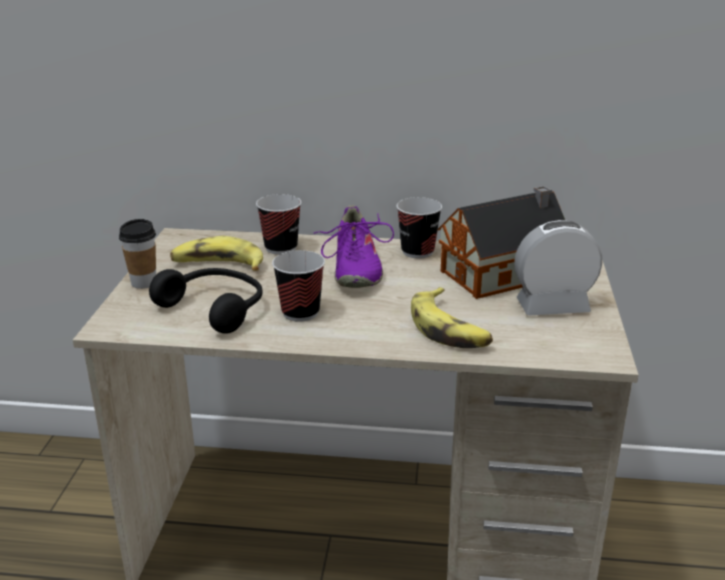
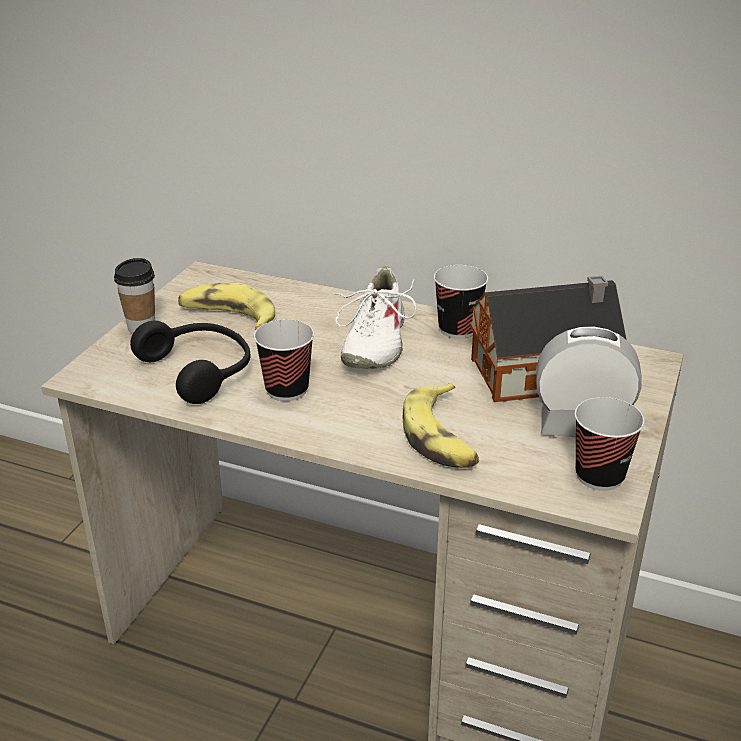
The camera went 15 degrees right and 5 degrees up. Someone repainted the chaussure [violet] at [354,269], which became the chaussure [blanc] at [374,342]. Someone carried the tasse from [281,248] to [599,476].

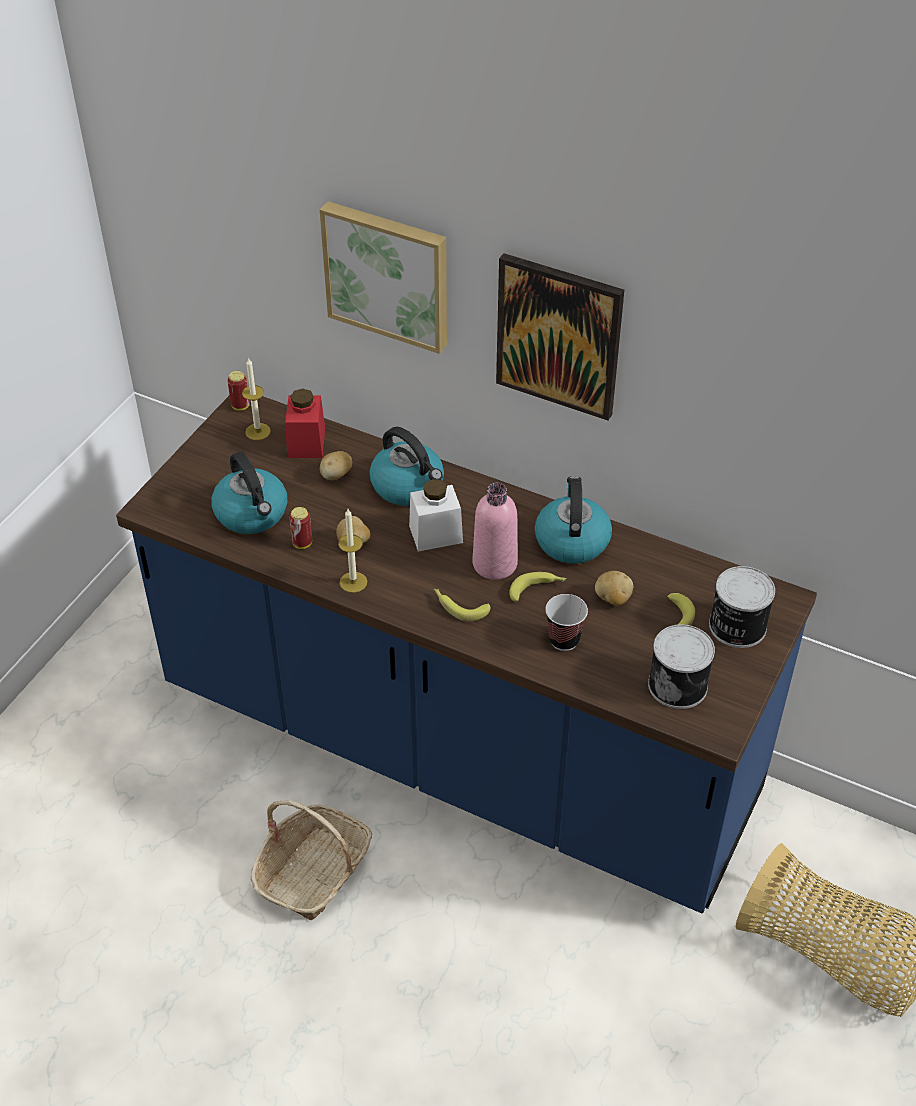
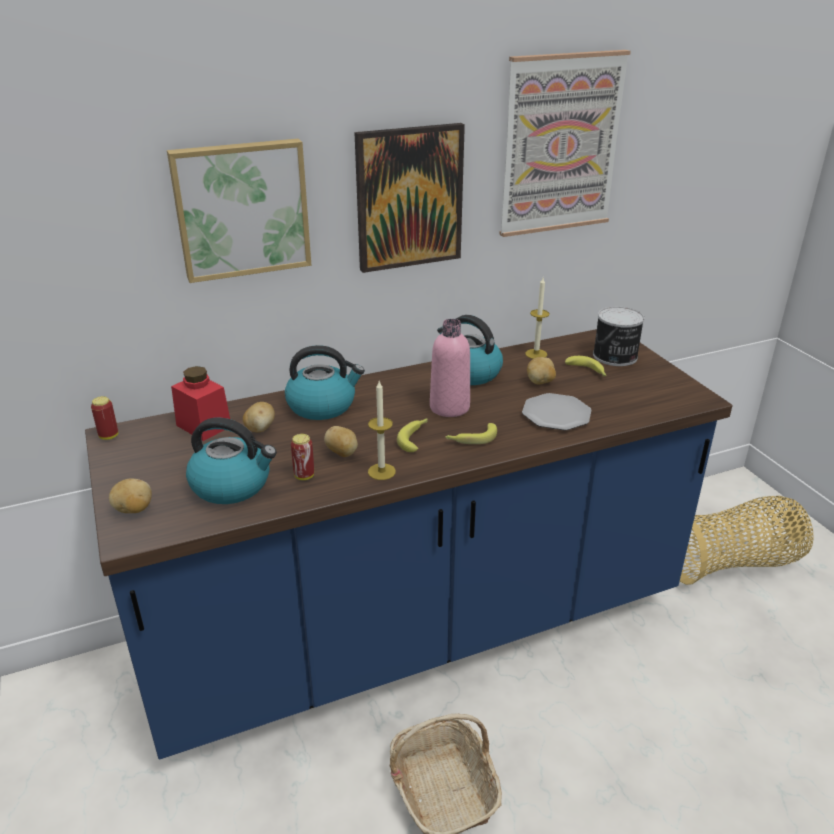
The camera went 50 degrees left and 15 degrees down. Someone put down the pomme de terre at [133,510]. Someone carried the banane from [537,589] to [415,438]. Someone put up the tableau at [560,144]. Someone swapped the tasse at [564,640] for the assiette at [556,414]. Someone carried the bougie from [258,431] to [536,354]. Someone took away the bocal [blanc] at [436,534]. Someone took away the boîte métallique at [679,684].

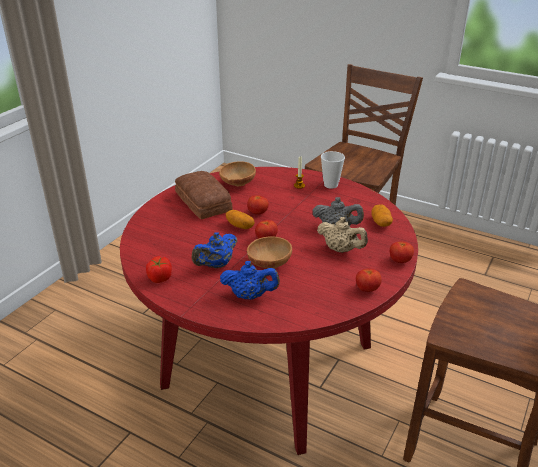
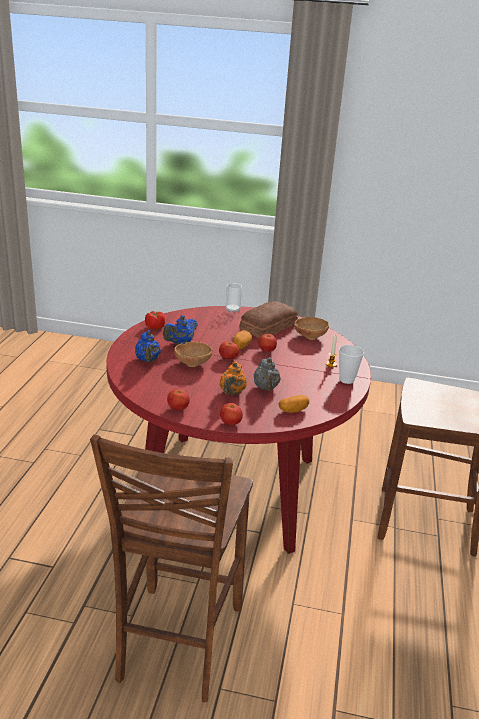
The camera went 70 degrees right and 5 degrees down. Someone rotated the théière [bleu] at [216,265] by 75 degrees counterclockwise. Someone repainted the théière [beige] at [341,250], which became the théière [orange] at [232,393]. Someone put down the tasse at [232,310].

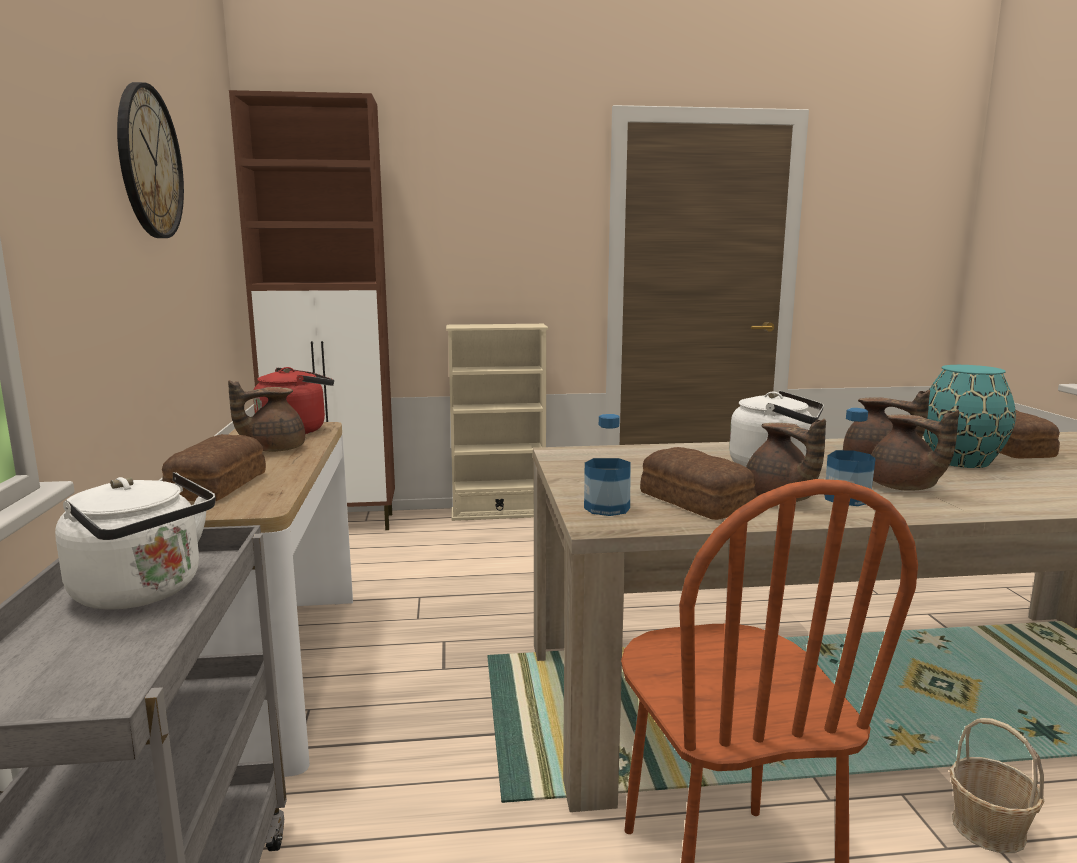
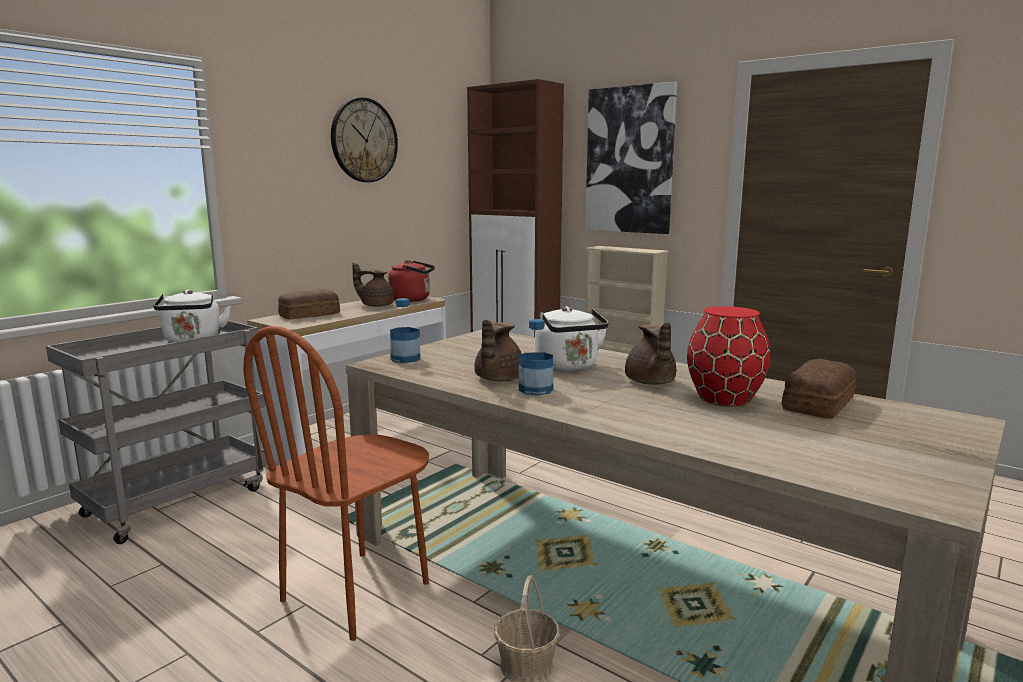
The camera went 45 degrees right and 0 degrees up. Someone put up the tableau at [630,160]. Someone repainted the vase [turquoise] at [959,460], which became the vase [rouge] at [725,398]. Someone took away the pain at [695,502]. Someone took away the théière [marron] at [903,488].

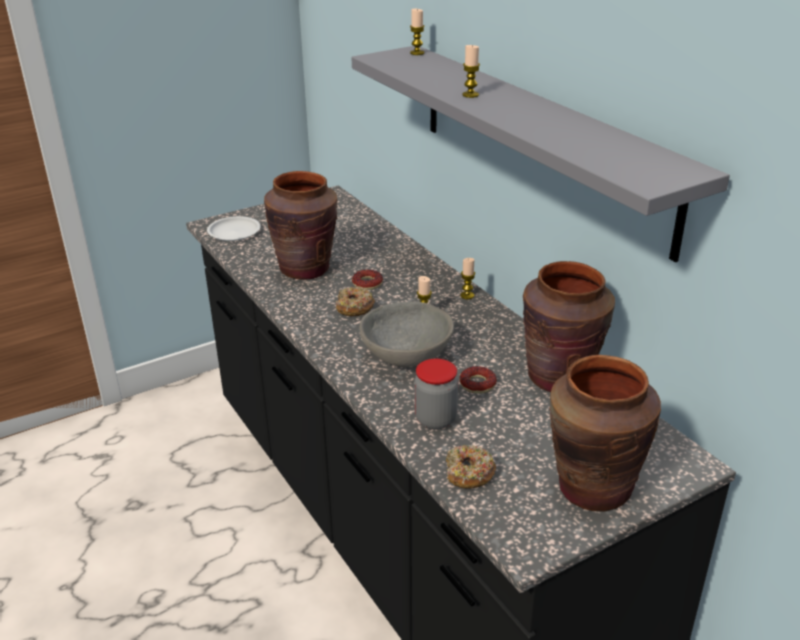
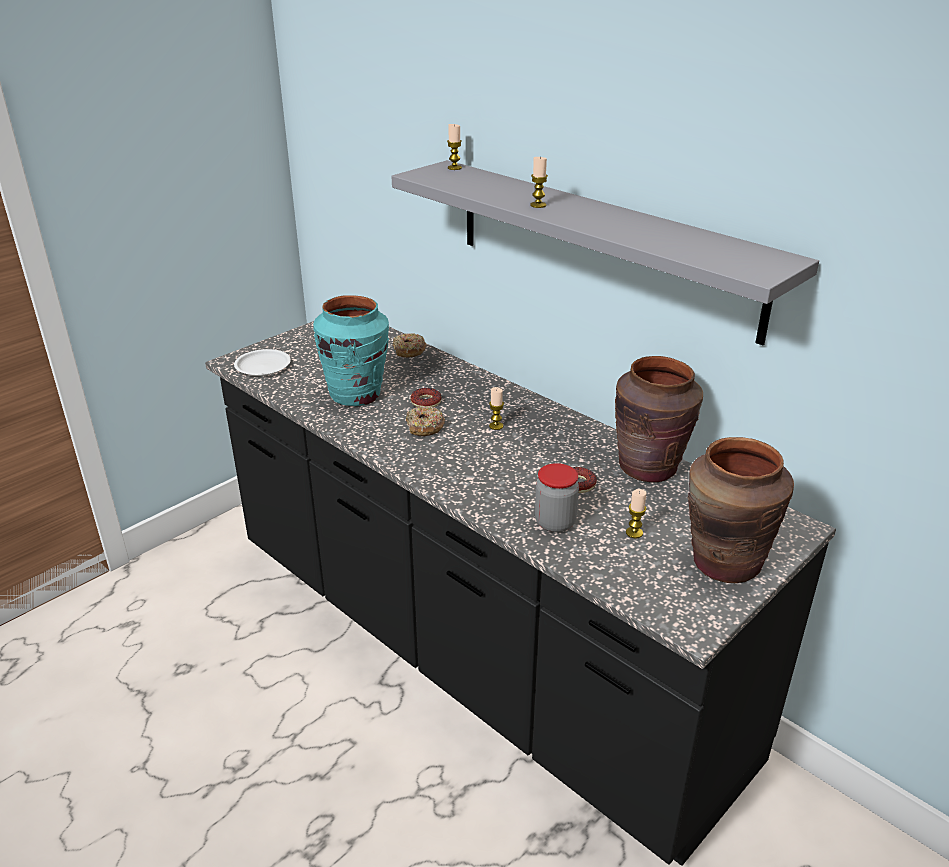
The camera went 15 degrees left and 0 degrees up. Someone repainted the vase [marron] at [305,269], which became the vase [turquoise] at [356,395]. Someone carried the beignet from [468,474] to [409,351]. Someone carried the bougie from [467,295] to [634,533]. Someone took away the bol [gris] at [406,354].

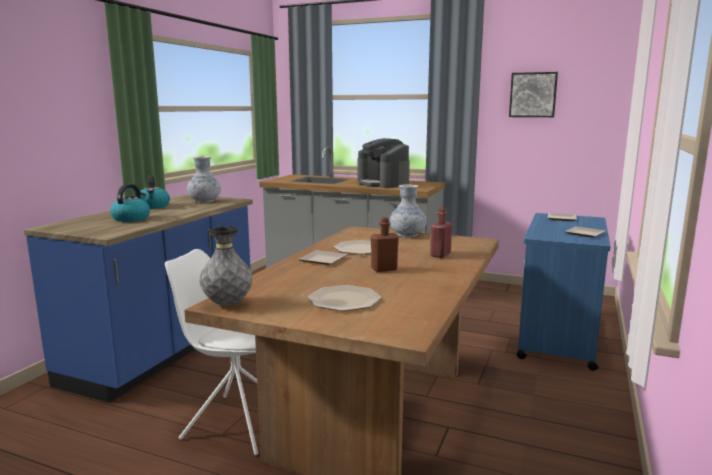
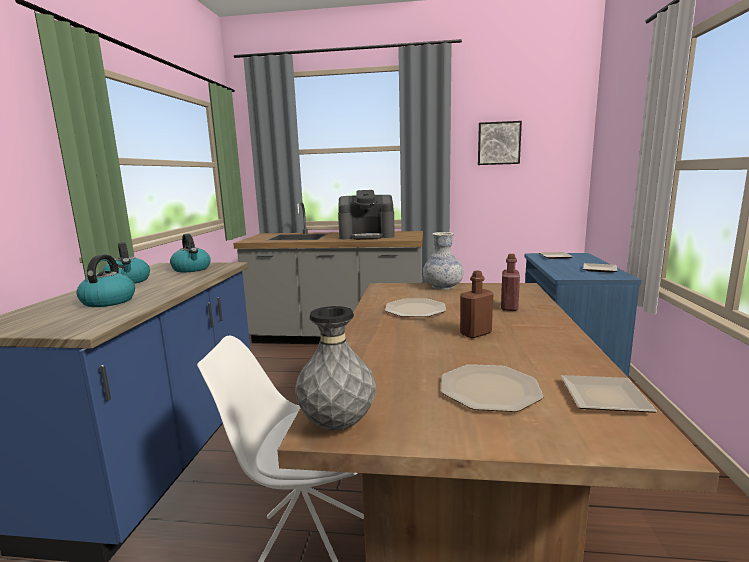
The camera went 15 degrees left and 0 degrees up. Someone swapped the vase at [204,201] for the bouilloire at [192,269]. Someone rotated the machine à café at [383,184] by 45 degrees counterclockwise. Someone carried the assiette from [324,260] to [605,396].

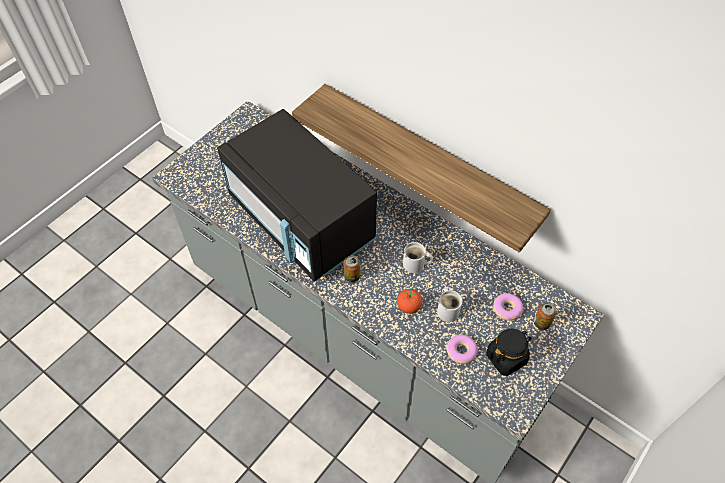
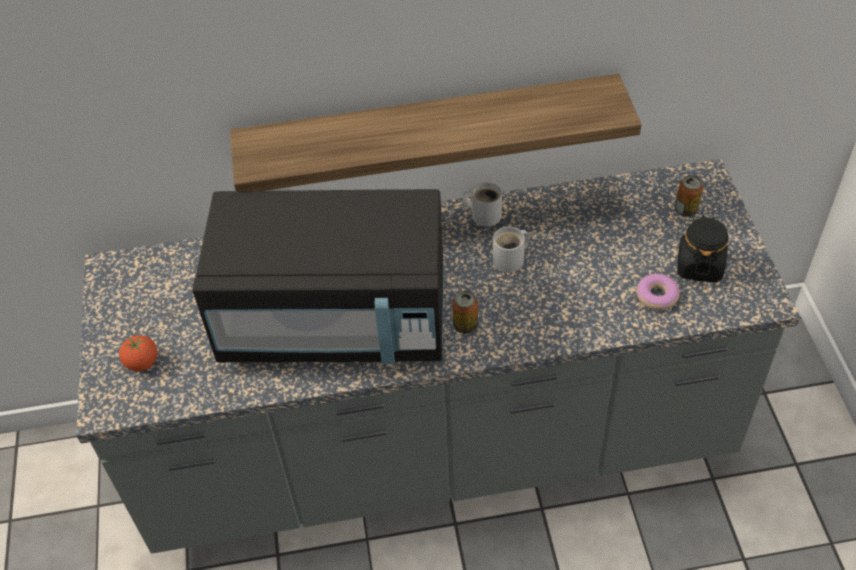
The camera went 45 degrees left and 5 degrees down. Someone carried the tomate from [408,306] to [142,363]. Someone carried the mug [blanc] from [448,310] to [484,214]. Someone took away the beignet at [507,309].

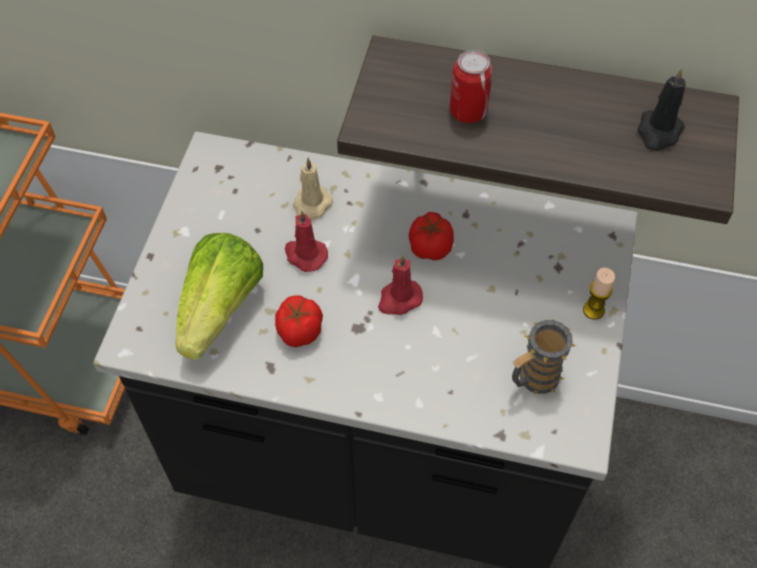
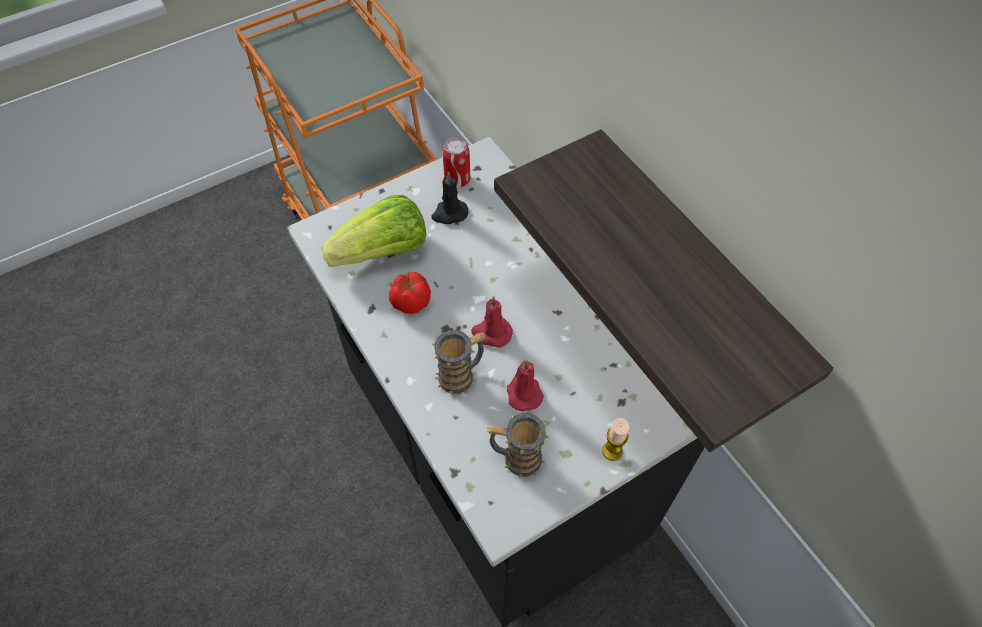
The camera went 45 degrees right and 0 degrees up. Someone carried the bougie [noir] from [658,132] to [449,213]. Someone put down the mug at [461,375]. Someone carried the boîte métallique from [468,111] to [457,179]. Someone carried the bougie [rouge] from [305,255] to [523,392]. Someone took away the bougie [beige] at [311,206]. Someone took away the tomate at [430,246].

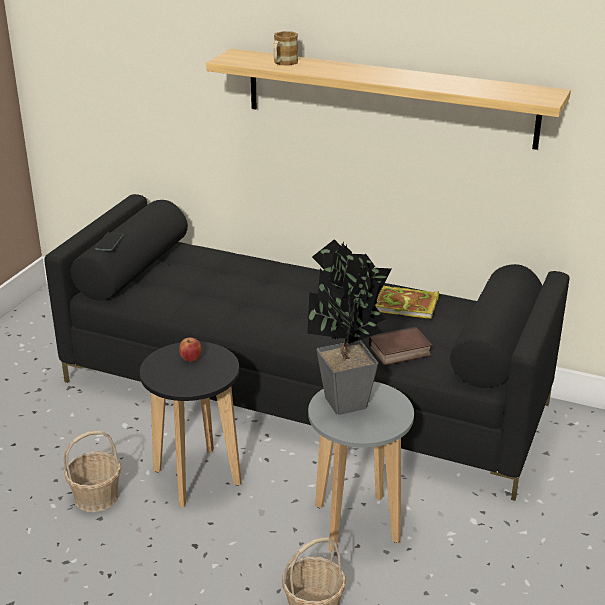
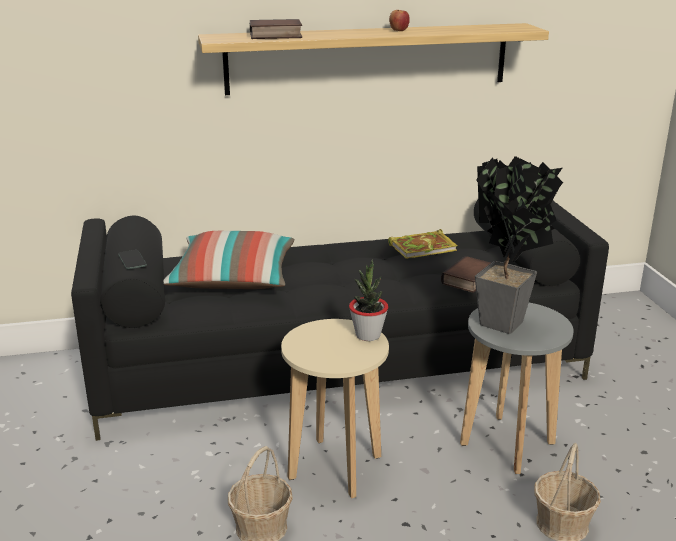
The camera went 35 degrees left and 5 degrees down. Someone put down the coussin at [233,279]. Someone swapped the mug at [283,63] for the livre at [275,35]. Someone repainted the tabouret [noir] at [197,477], which became the tabouret [beige] at [335,467]. Someone put down the plante en pot at [368,335]. Someone carried the pomme from [191,359] to [399,30].

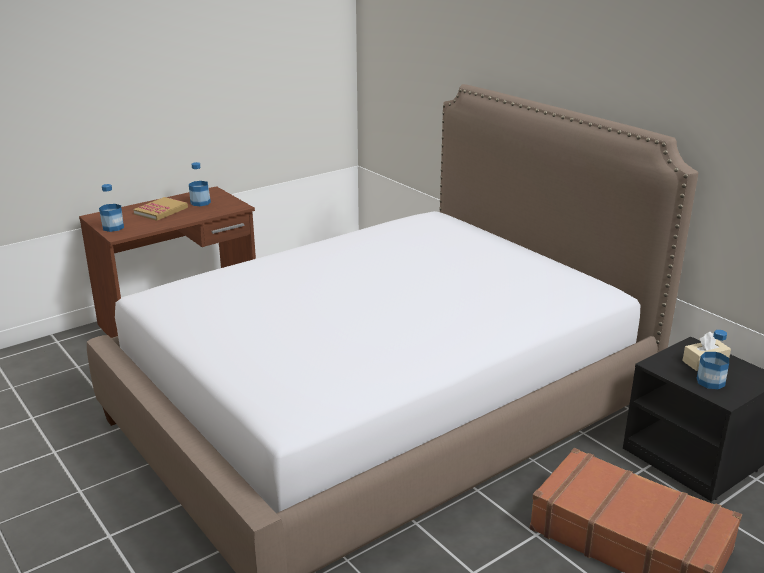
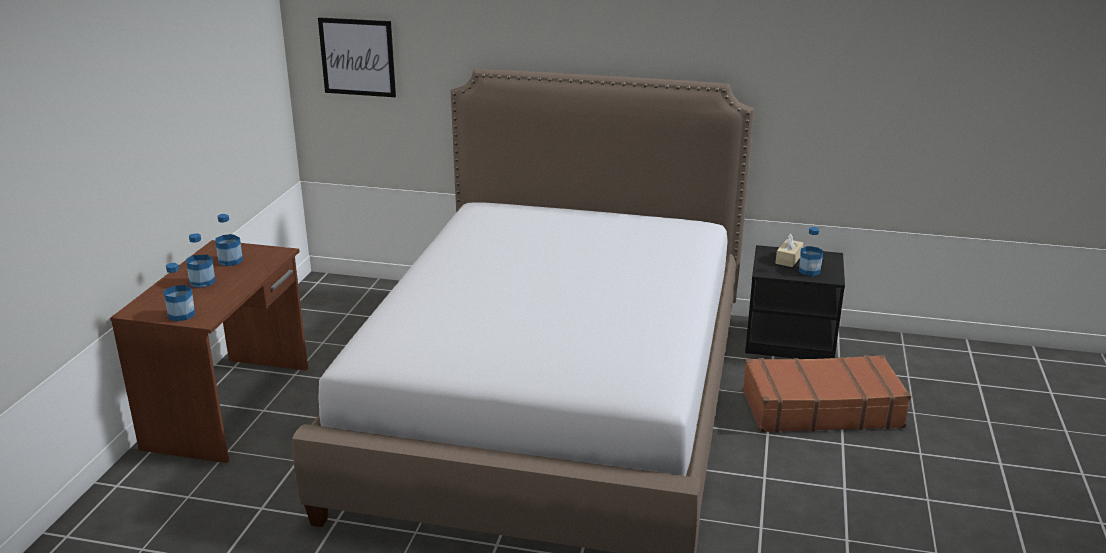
The camera went 40 degrees left and 0 degrees up. Someone swapped the livre at [161,211] for the bouteille at [202,282]. Someone put up the tableau at [357,57].

